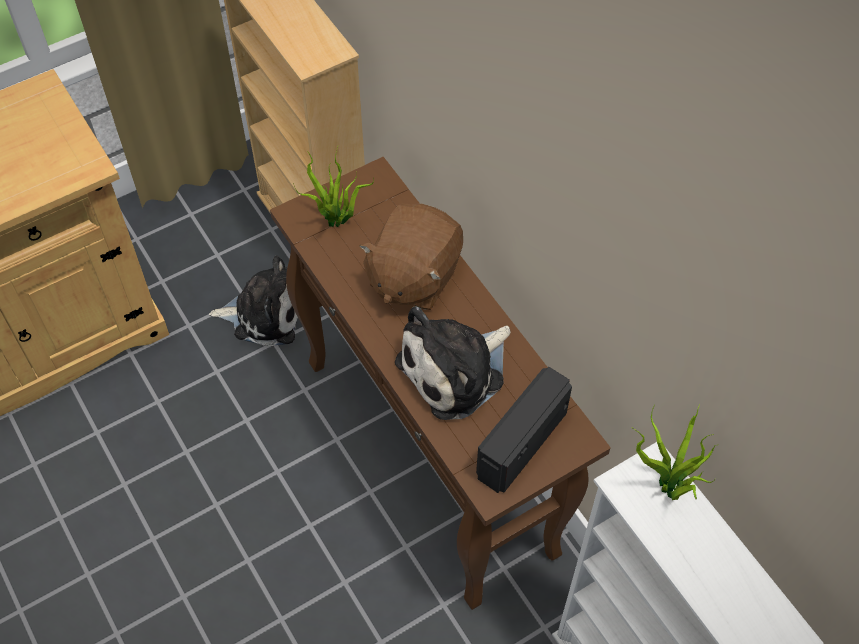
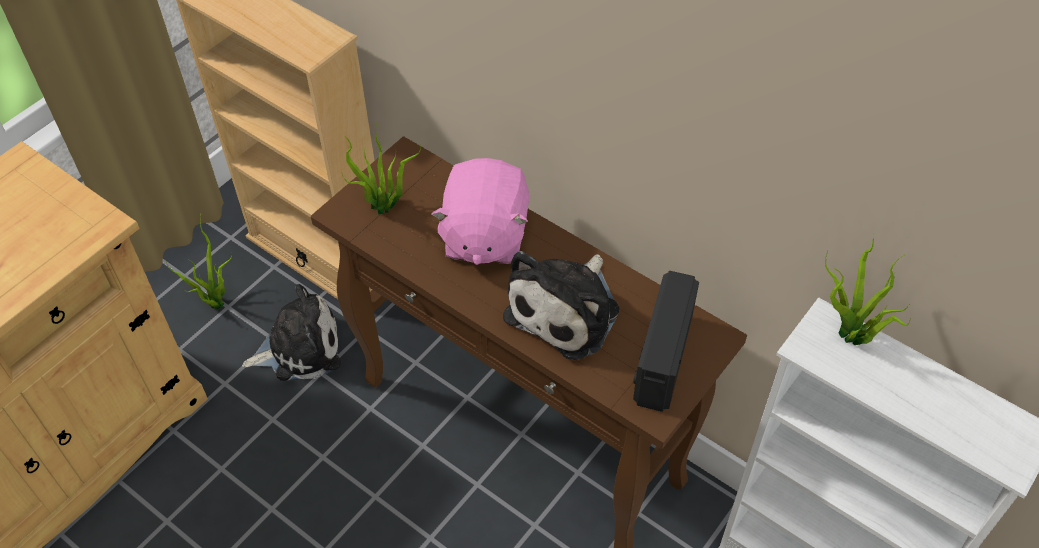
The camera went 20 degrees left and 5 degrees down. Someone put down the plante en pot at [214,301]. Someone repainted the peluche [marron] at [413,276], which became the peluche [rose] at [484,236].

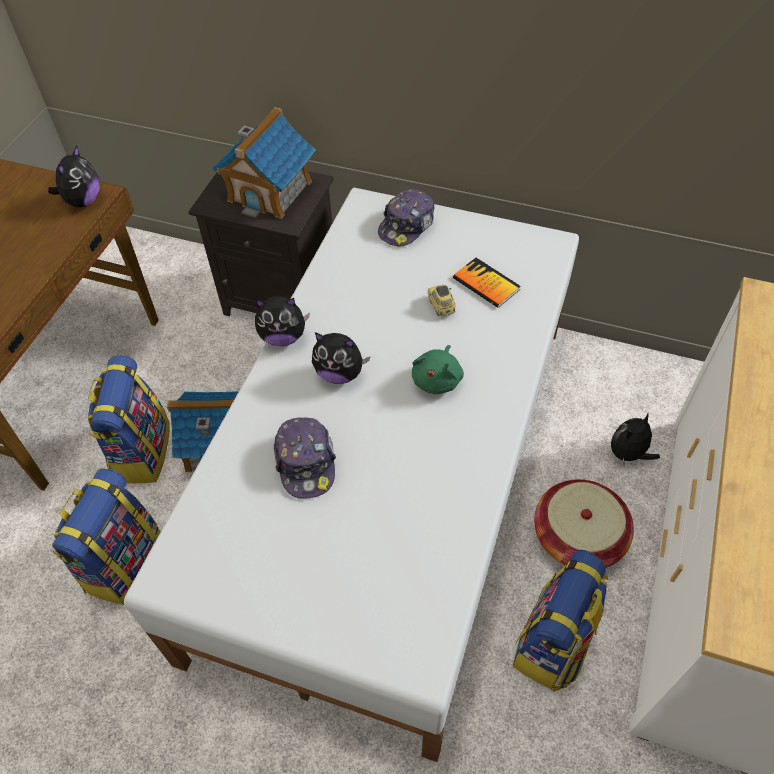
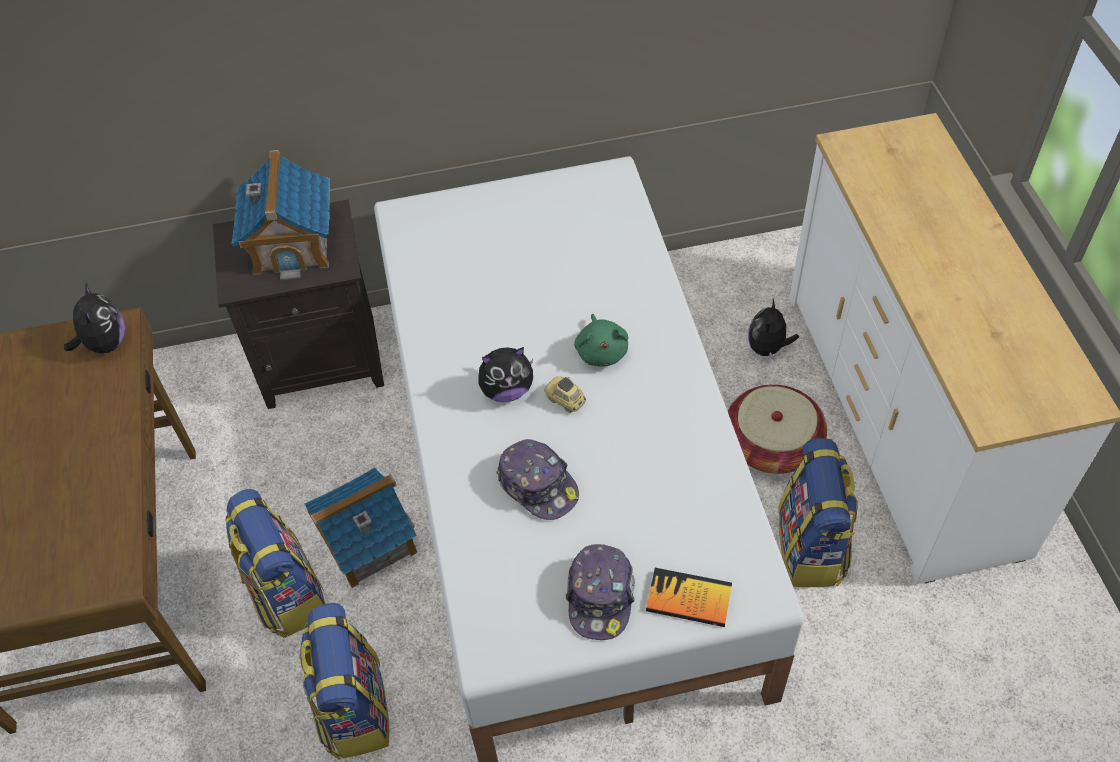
The camera went 30 degrees left and 0 degrees up. Someone carried the petite voiture from [441,306] to [565,400]. Someone carried the casquette from [407,225] to [600,597]. Someone carried the livre from [486,284] to [688,598]. Someone took away the peluche at [283,337].

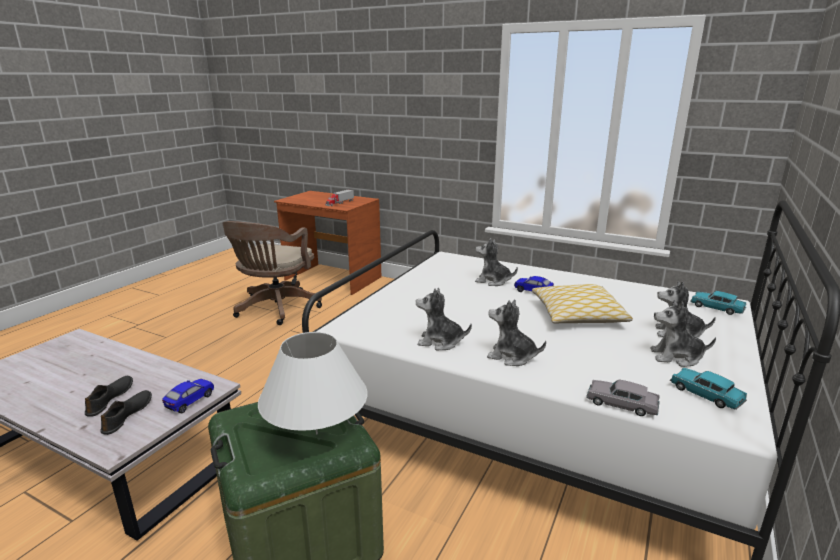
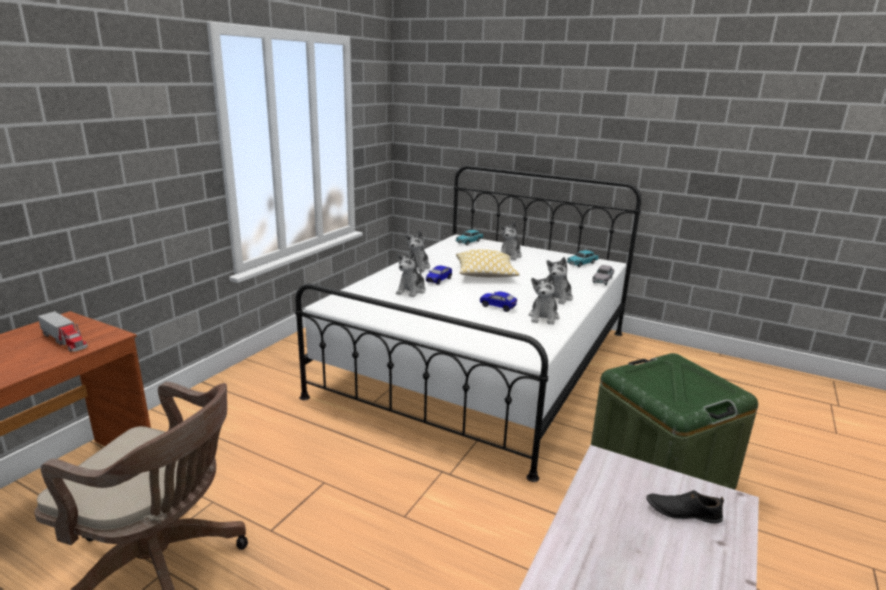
The camera went 90 degrees left and 0 degrees up. Someone carried the peluche from [676,357] to [417,267]. Someone carried the petite voiture from [190,401] to [497,307]. Someone took away the chaussure [noir] at [110,399]. Someone took away the lampe de table [blanc] at [317,433].

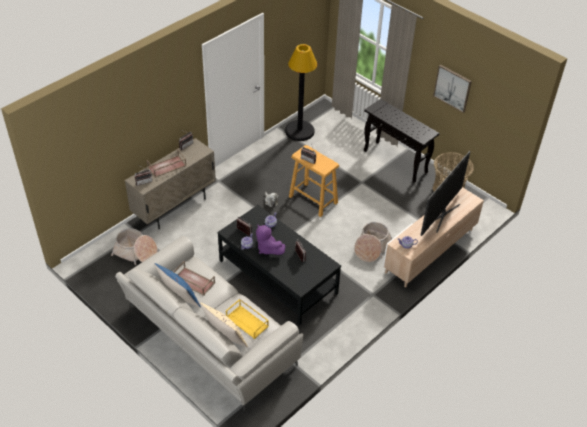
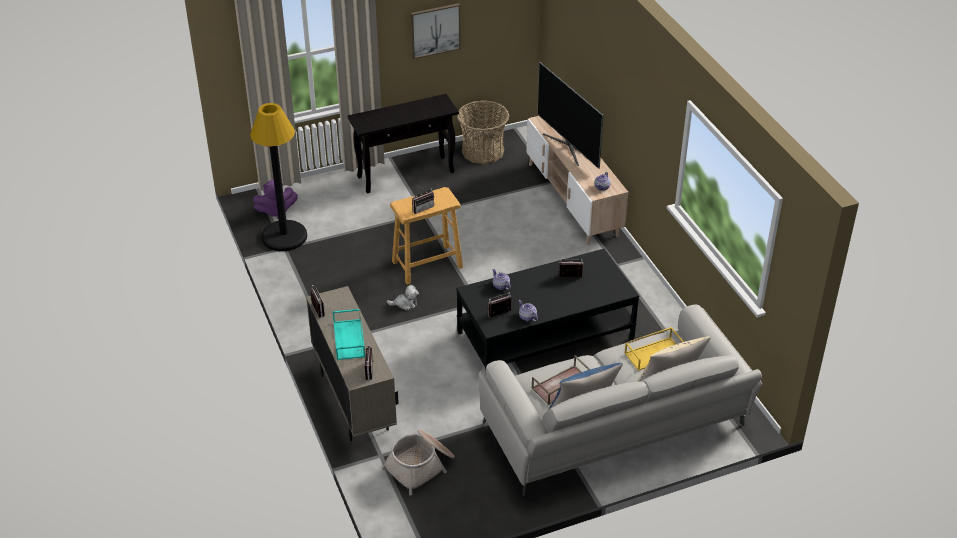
The camera went 65 degrees left and 5 degrees down. Someone carried the peluche [violet] from [268,248] to [276,211]. Someone repainted the plateau [marron] at [166,167], which became the plateau [turquoise] at [350,340]. Someone took away the panier at [371,247].

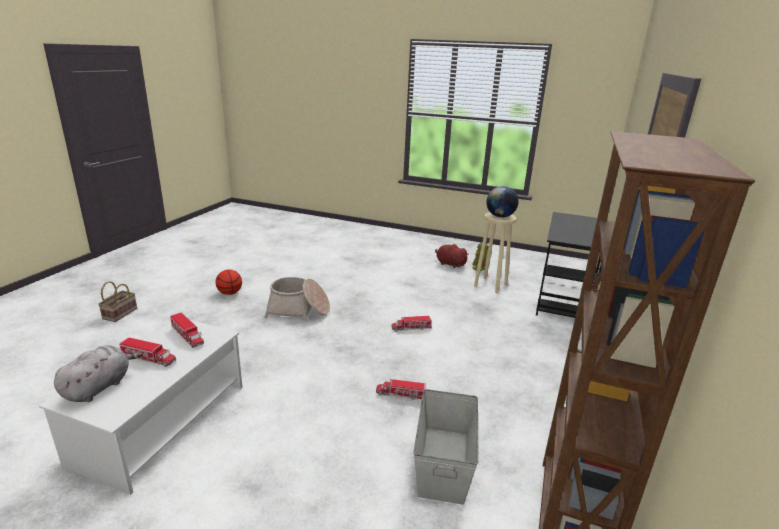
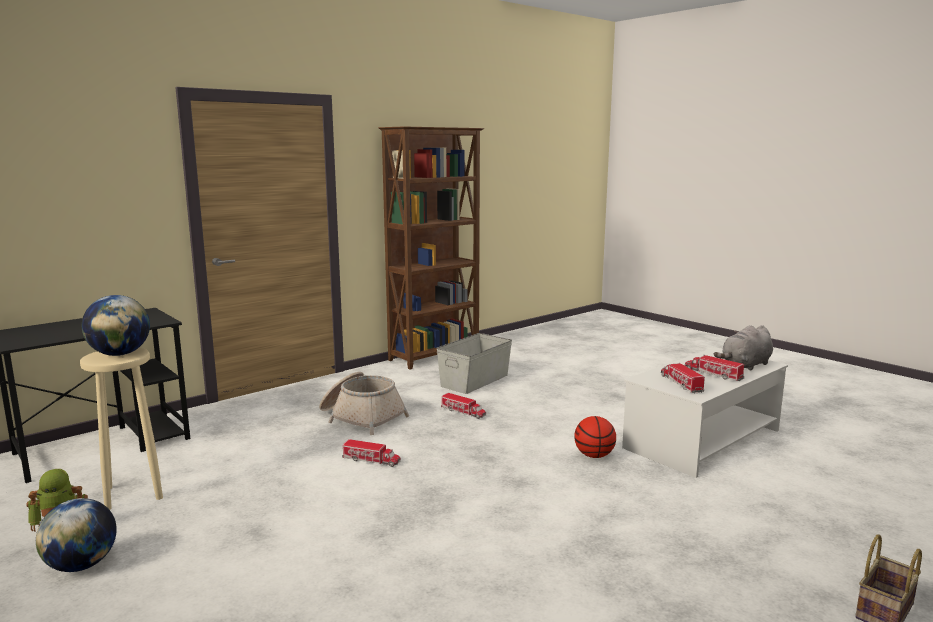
The camera went 150 degrees left and 10 degrees down. Someone swapped the peluche [rouge] at [449,264] for the globe at [81,565]. Someone carried the panier from [298,310] to [361,417]. Someone carried the ballon de basket from [230,293] to [594,455].

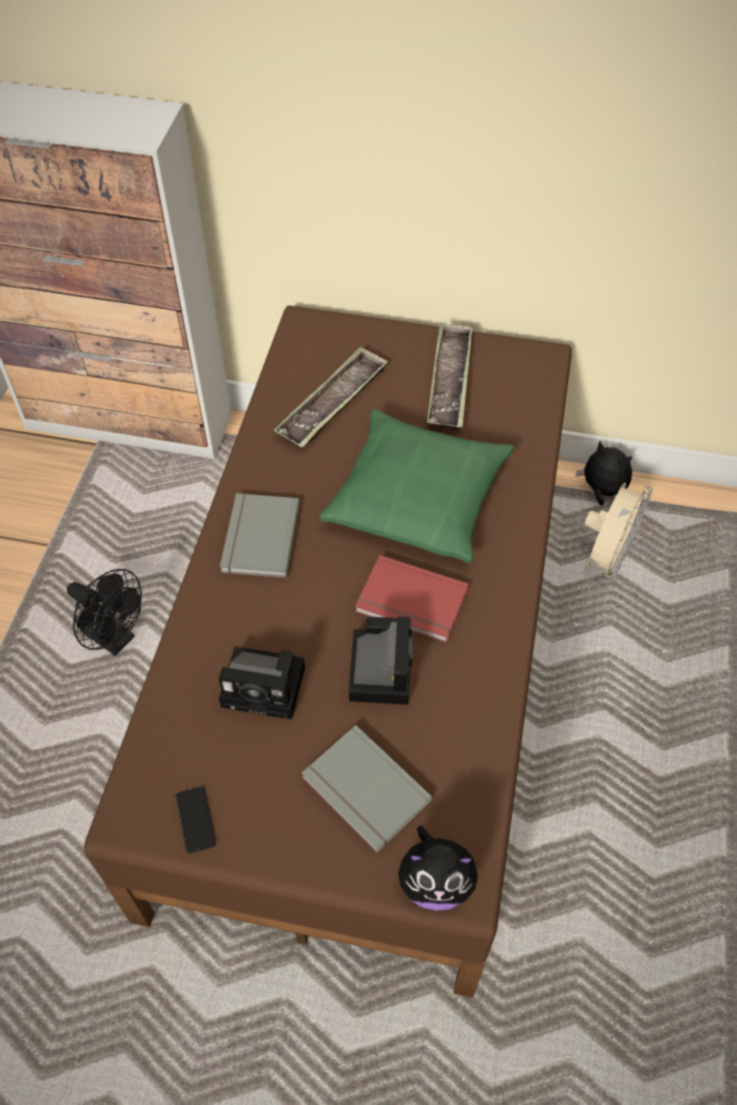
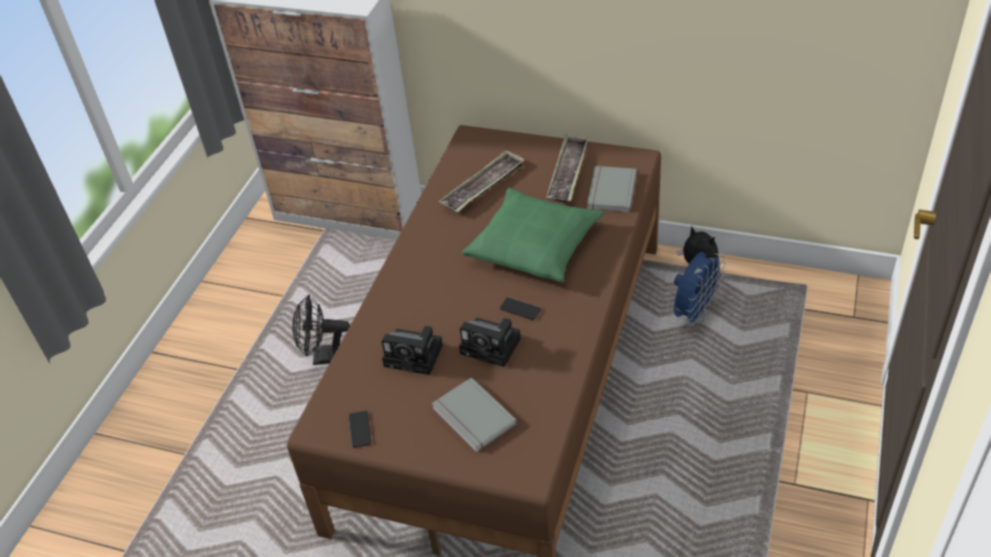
The camera went 10 degrees right and 10 degrees down. Someone rotated the ventilateur [noir] at [115,638] by 135 degrees clockwise. Someone rotated the appareil photo at [379,667] by 105 degrees clockwise. Someone swapped the livre [rouge] at [411,603] for the téléphone at [520,309]. Someone carried the livre [gris] from [257,538] to [609,191]. Someone repainted the ventilateur [beige] at [605,558], which became the ventilateur [bleu] at [694,313]. Someone took away the peluche at [436,882].

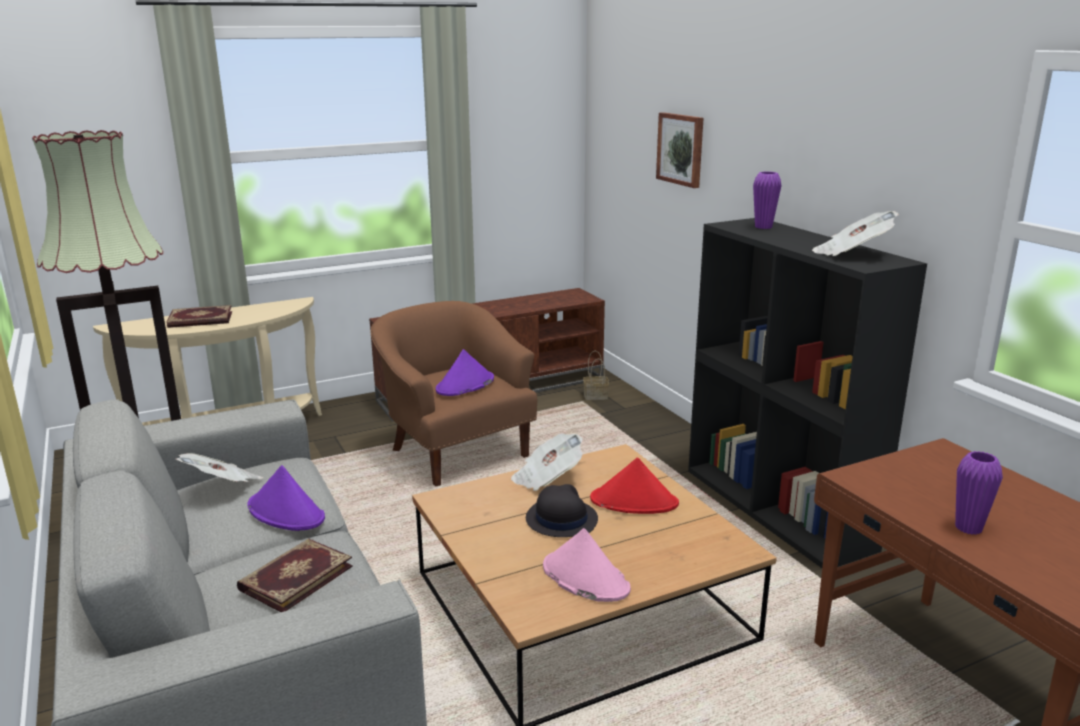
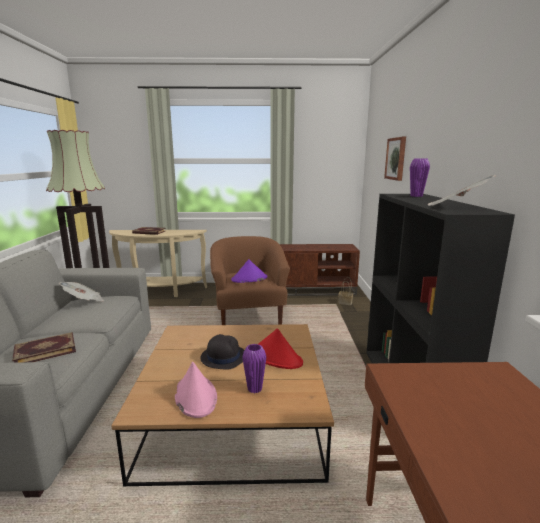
The camera went 25 degrees right and 5 degrees down. Someone carried the vase [violet] from [968,528] to [254,389]. Someone took away the chapeau [violet] at [286,512]. Someone took away the journal at [547,478].

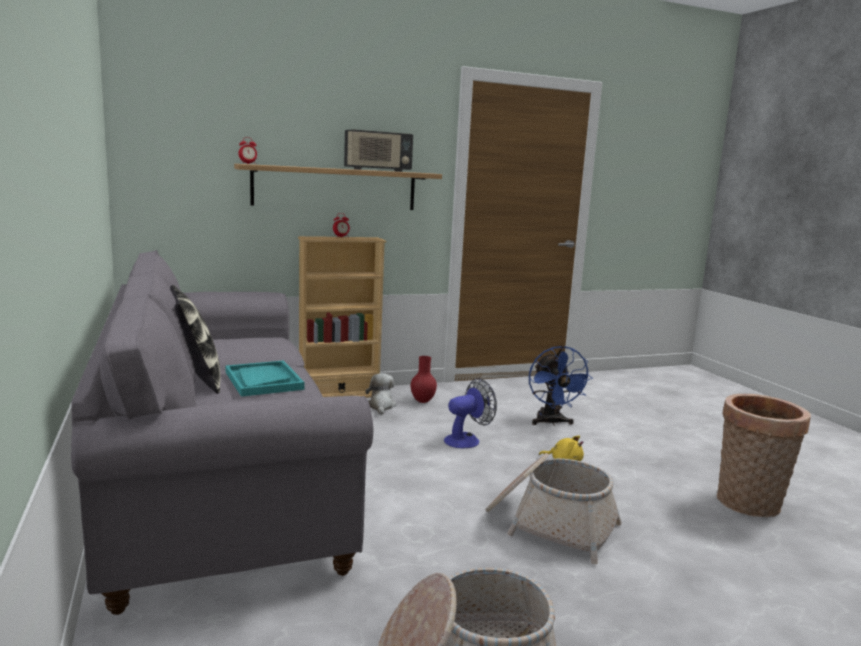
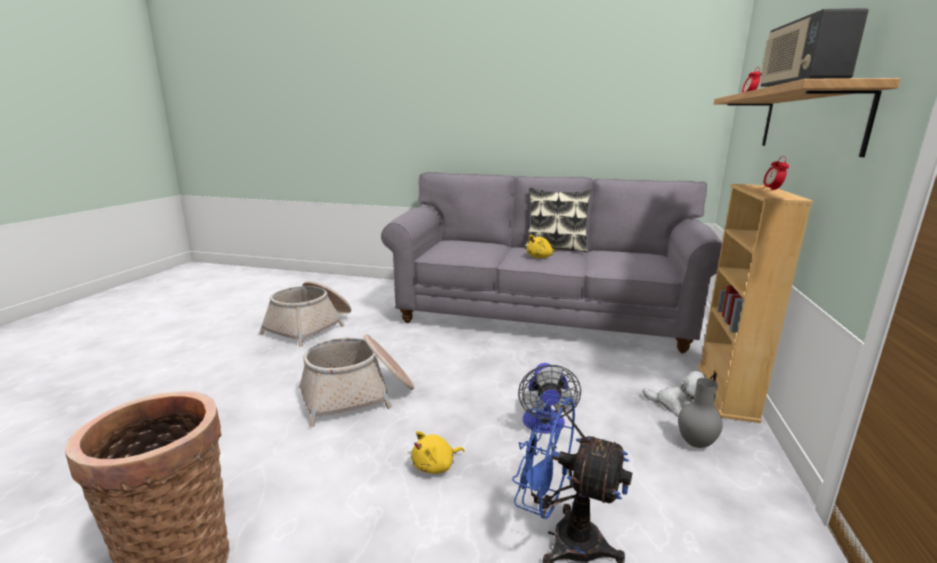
The camera went 125 degrees right and 5 degrees up. Someone swapped the plateau [turquoise] at [263,380] for the peluche [jaune] at [540,257]. Someone repainted the vase [rouge] at [422,401], which became the vase [gris] at [695,443].

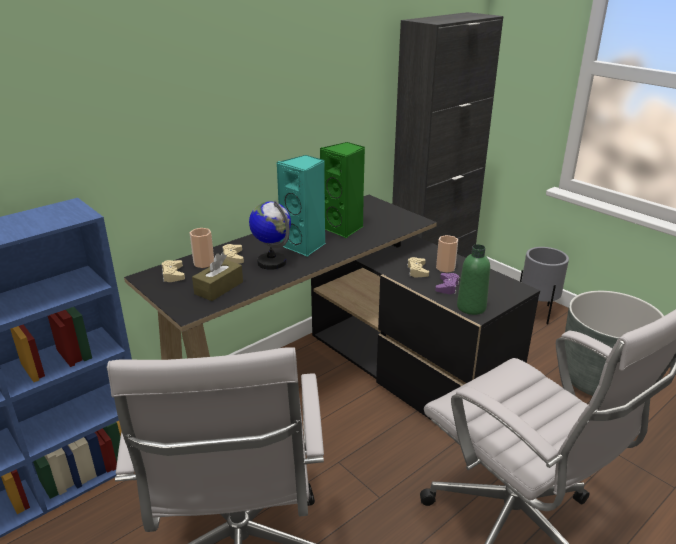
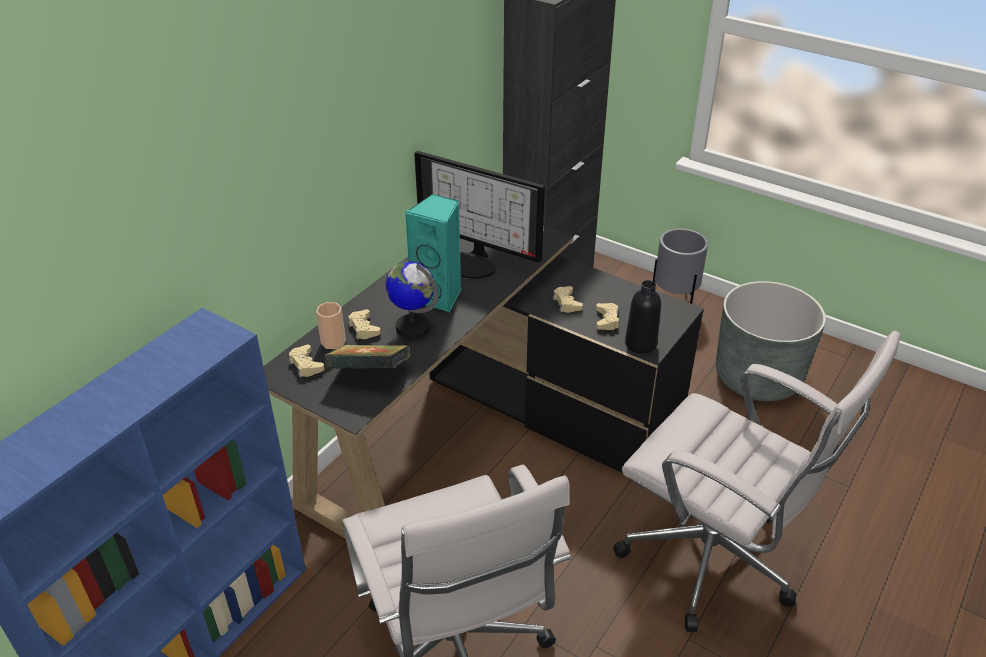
The camera went 15 degrees left and 10 degrees up. Someone swapped the boîte à mouchoirs [marron] at [219,288] for the livre at [370,374]. Someone swapped the enceinte [vert] at [344,228] for the écran d'ordinateur at [472,262]. Someone repainted the manette [violet] at [447,287], which became the manette [beige] at [607,320]. Someone repainted the bouteille [vert] at [471,307], which became the bouteille [noir] at [640,344]. Someone took away the tasse at [445,268].

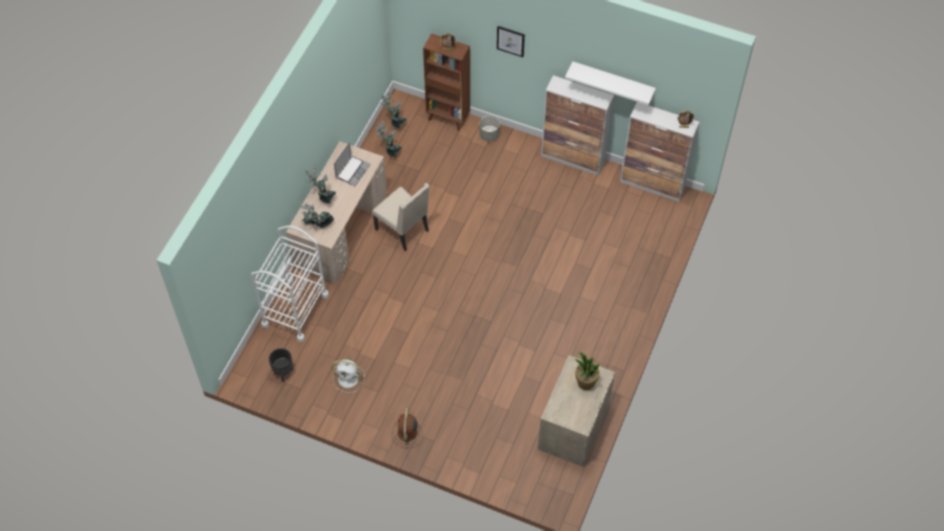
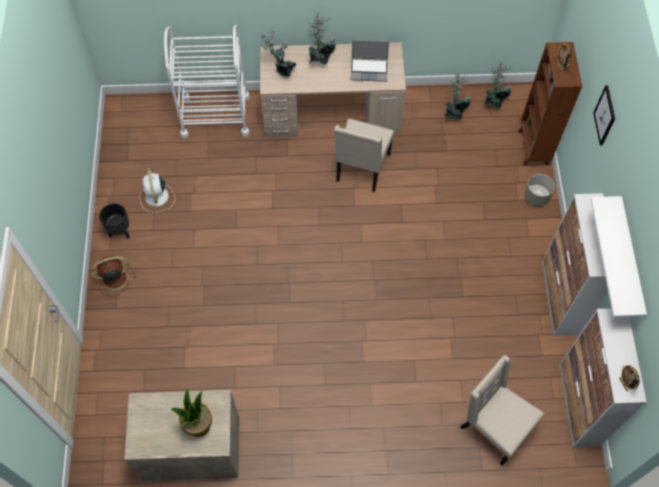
The camera went 65 degrees right and 5 degrees up. Someone carried the cache-pot [noir] from [284,373] to [120,232]. Someone put down the chaise [beige] at [494,427].

